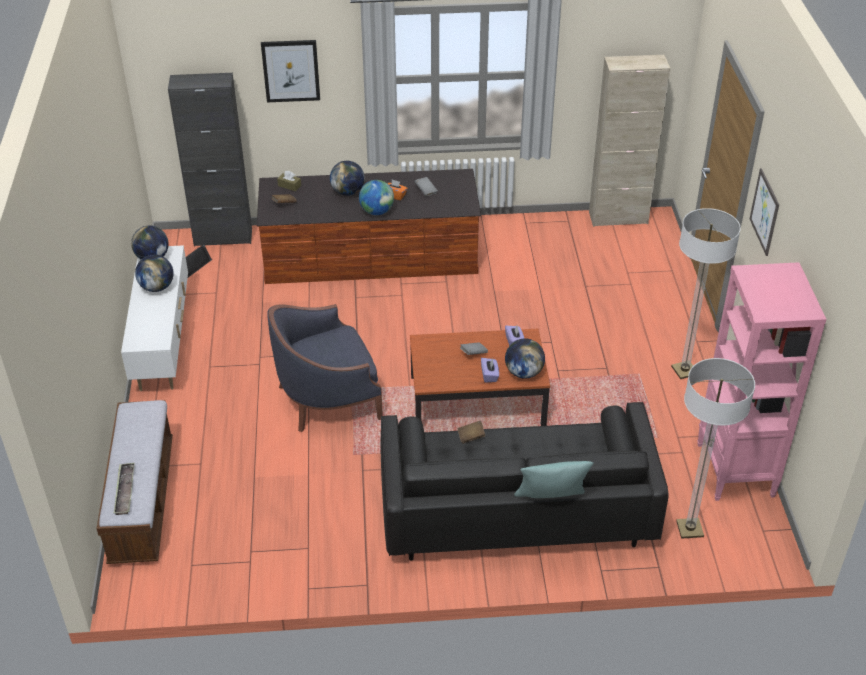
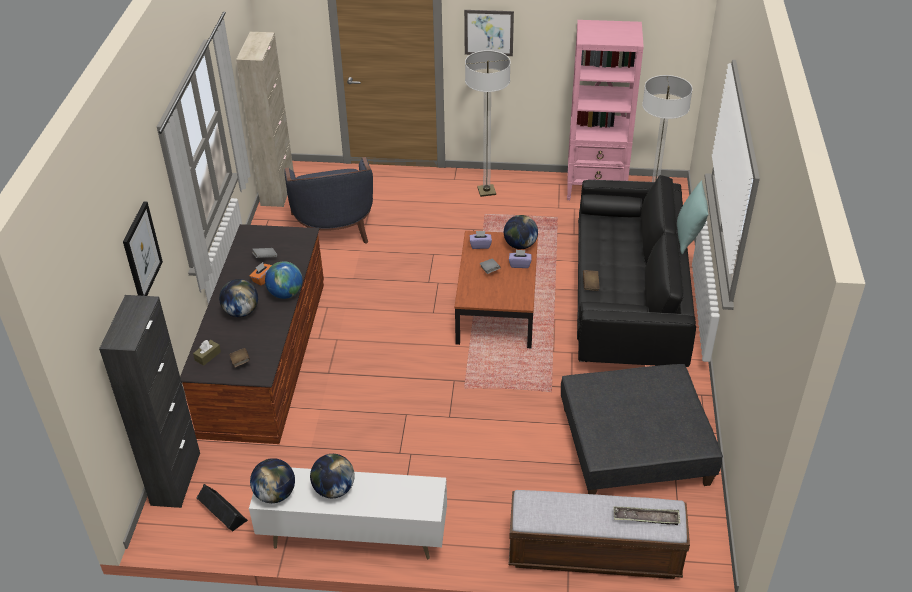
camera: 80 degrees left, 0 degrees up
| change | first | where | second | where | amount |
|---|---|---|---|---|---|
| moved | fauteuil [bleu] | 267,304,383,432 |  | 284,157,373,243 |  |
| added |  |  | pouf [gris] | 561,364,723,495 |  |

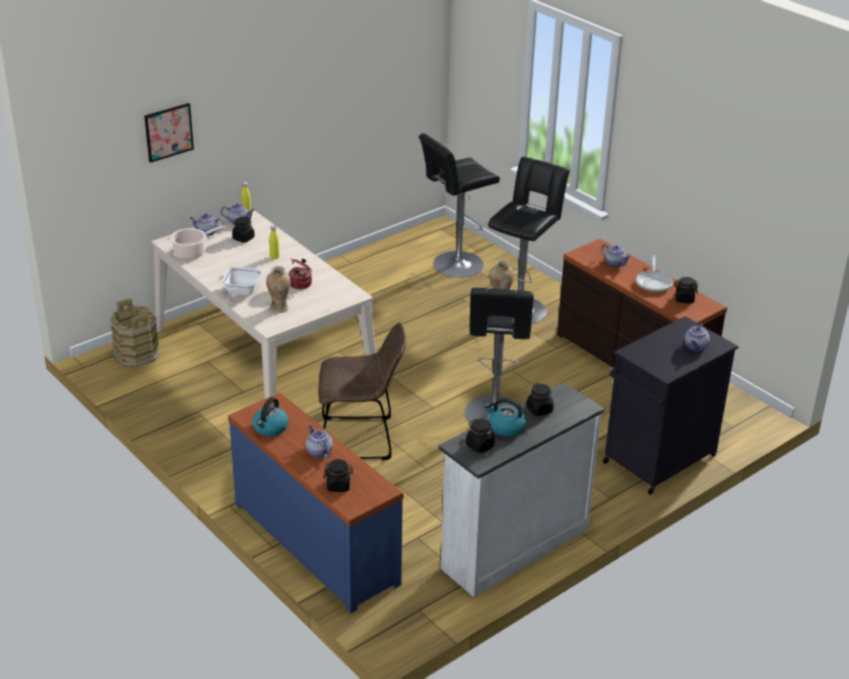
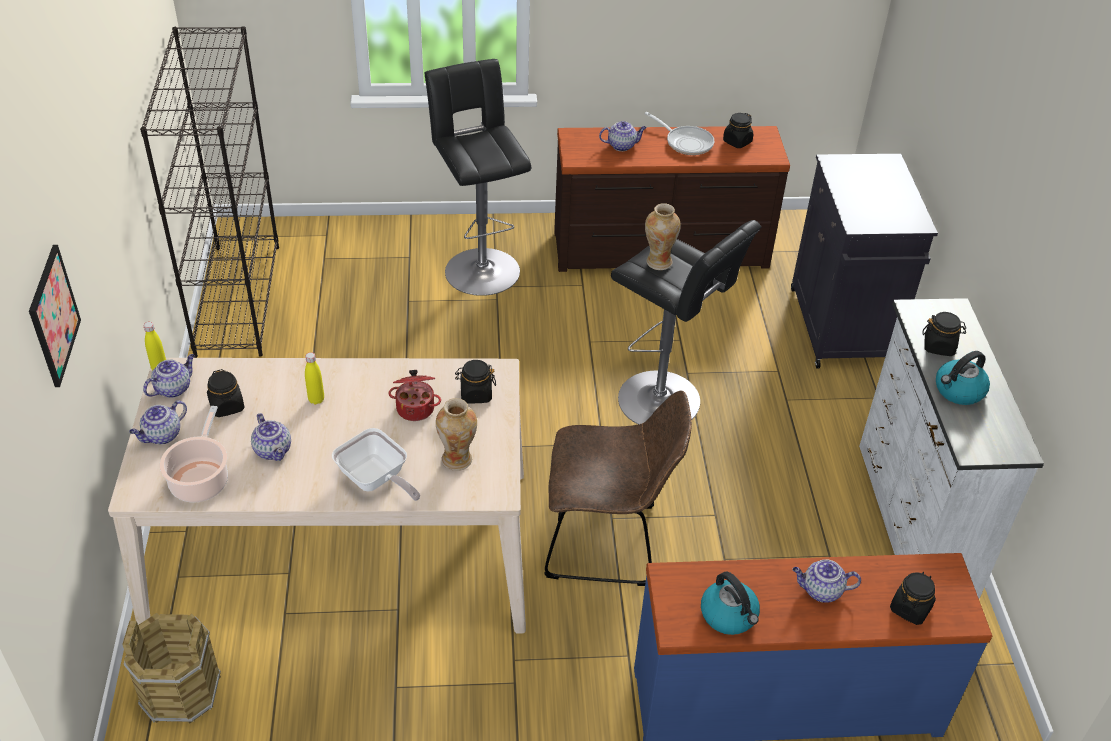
camera: 55 degrees left, 10 degrees up
| change | first | where | second | where | amount |
|---|---|---|---|---|---|
| turned | chaise [marron] | 318,323,406,460 |  | 544,390,692,586 | 60 degrees clockwise |
| removed | tabouret [noir] | 419,133,500,278 |  |  |  |
| moved | bocal [noir] | 466,419,495,453 |  | 455,360,496,403 |  |
| moved | théière | 684,323,710,351 |  | 251,413,291,461 |  |
| added |  |  | bibliothèque [noir] | 140,26,279,358 |  |

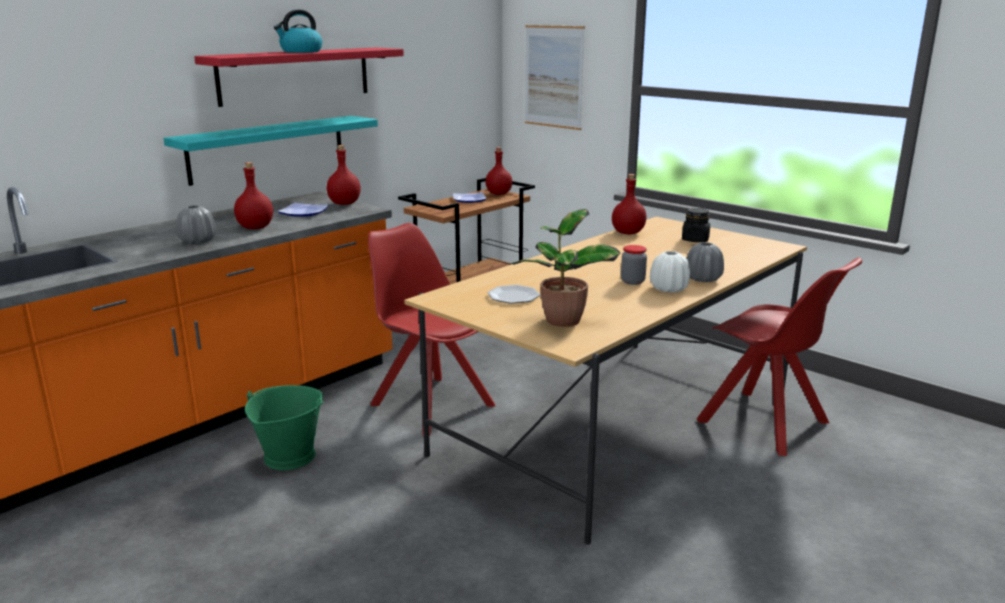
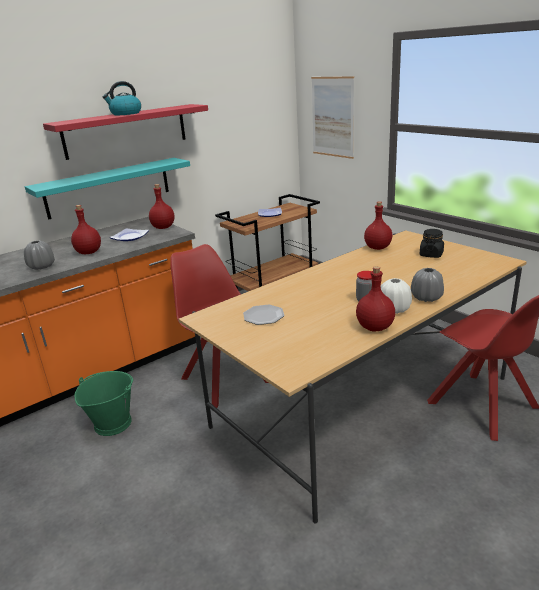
camera: 10 degrees right, 5 degrees up
| change | first | where | second | where | amount |
|---|---|---|---|---|---|
| moved | bouteille [rouge] | 485,147,512,195 |  | 356,266,395,332 |  |
| removed | plante en pot | 509,209,620,327 |  |  |  |

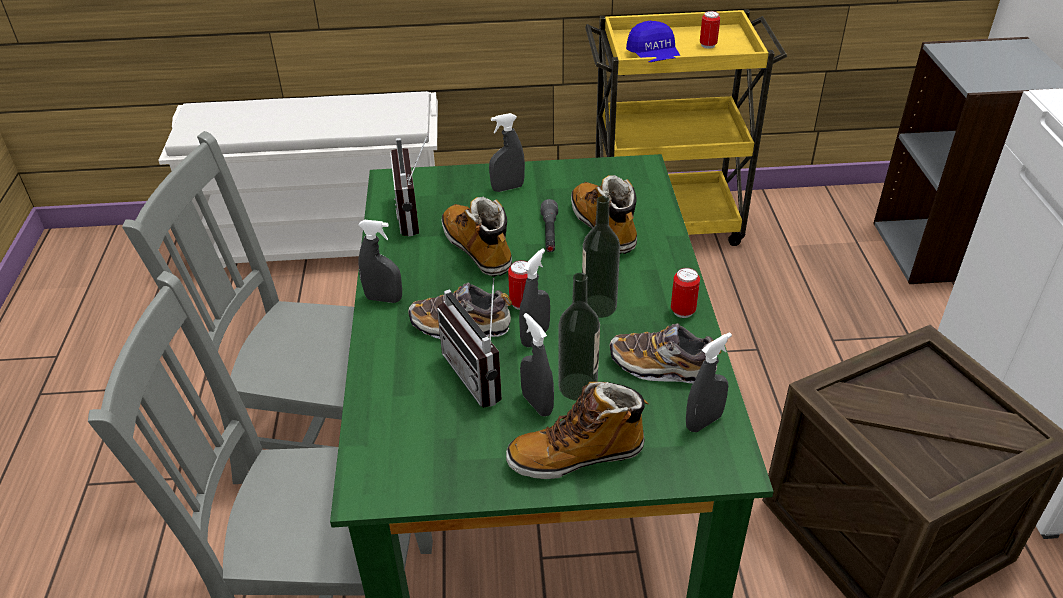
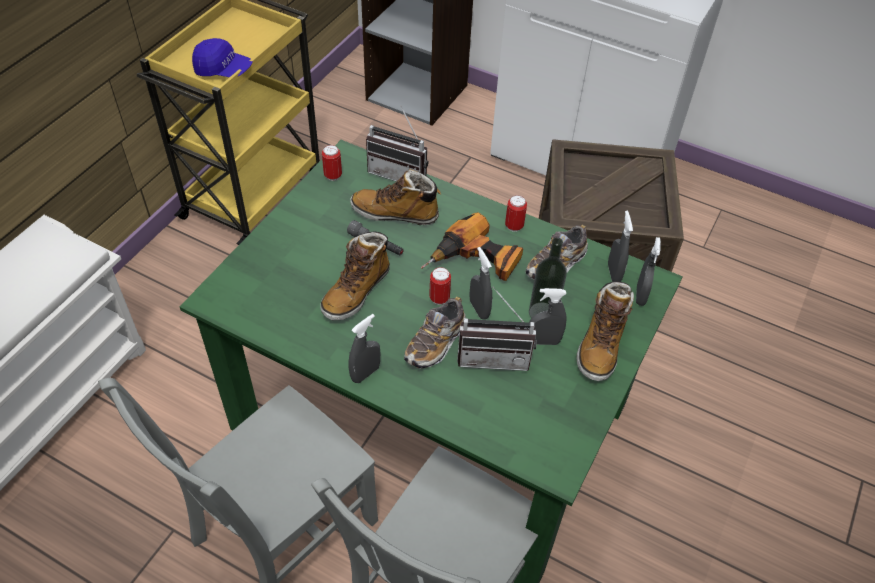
camera: 60 degrees left, 10 degrees up
| change | first | where | second | where | amount |
|---|---|---|---|---|---|
| moved | radio | 390,132,429,236 |  | 366,105,429,181 |  |
| turned | botte | 442,197,512,277 |  | 320,232,390,320 | 60 degrees counterclockwise |
| moved | vaporisateur [gris] | 489,113,525,192 |  | 636,237,661,306 |  |
| replaced | bouteille | 582,196,620,318 | perceuse | 421,212,523,281 |  |
| moved | boîte métallique | 700,11,720,49 |  | 322,145,342,181 |  |

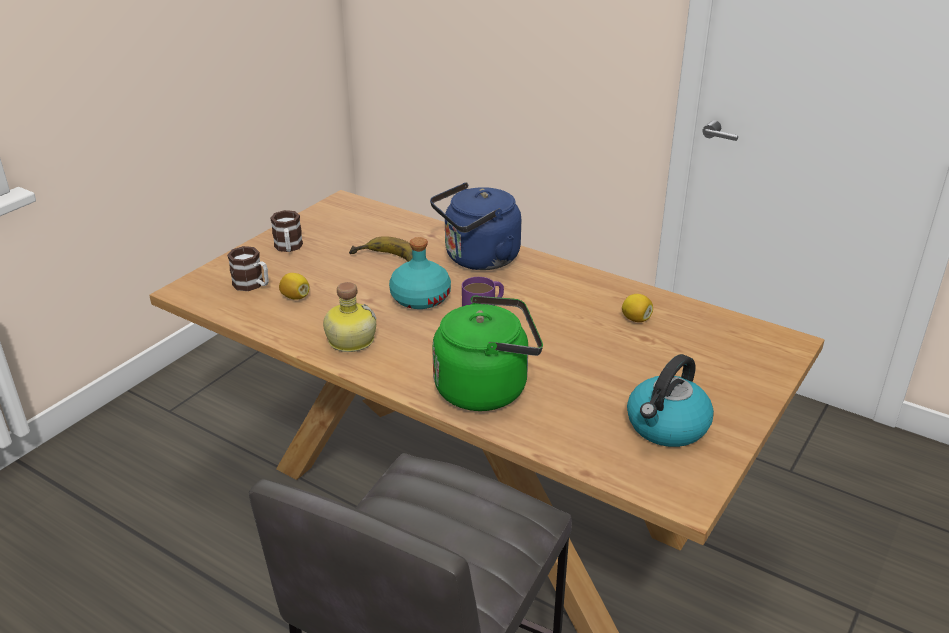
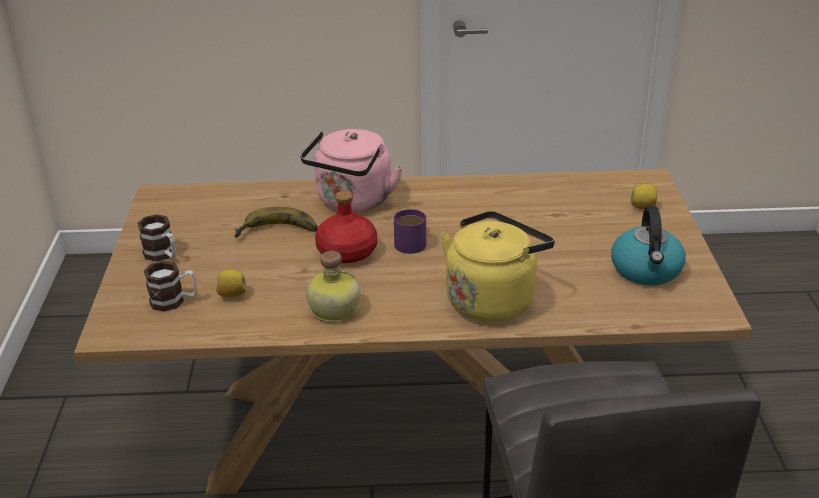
camera: 35 degrees left, 0 degrees up
| change | first | where | second | where | amount |
|---|---|---|---|---|---|
| recoloured | bouteille [turquoise] | 389,237,451,309 | bouteille [rouge] | 315,191,377,263 |  |
| recoloured | bouilloire [bleu] | 430,182,521,270 | bouilloire [rose] | 300,129,403,212 |  |
| recoloured | bouilloire [vert] | 432,295,543,411 | bouilloire [jaune] | 441,211,555,322 |  |
| moved | citron | 622,294,653,322 |  | 630,184,657,209 |  |

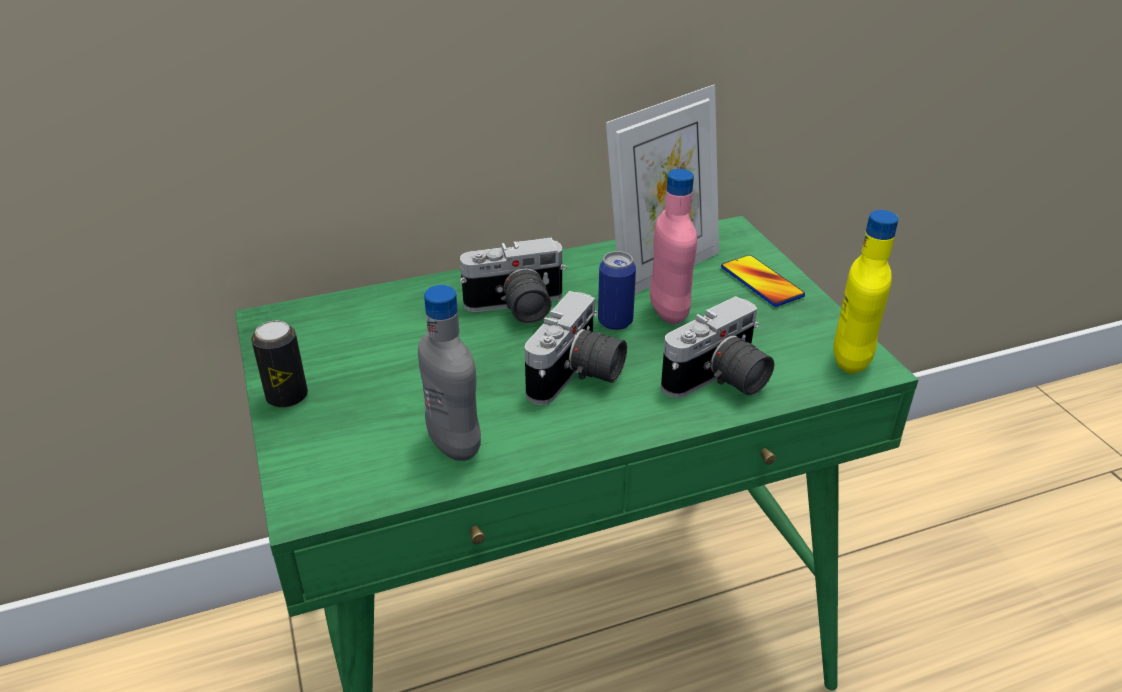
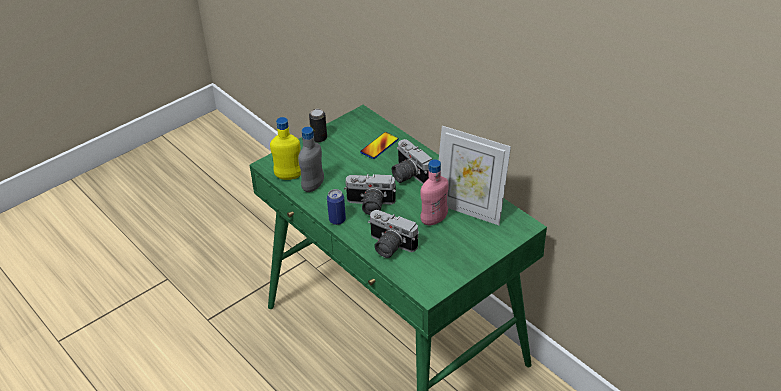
camera: 70 degrees right, 5 degrees up
| change | first | where | second | where | amount |
|---|---|---|---|---|---|
| moved | boîte métallique | 598,251,636,330 |  | 327,189,346,225 |  |
| moved | téléphone | 721,255,805,307 |  | 360,132,399,159 |  |
| moved | bouteille [jaune] | 834,210,899,374 |  | 270,117,301,180 |  |

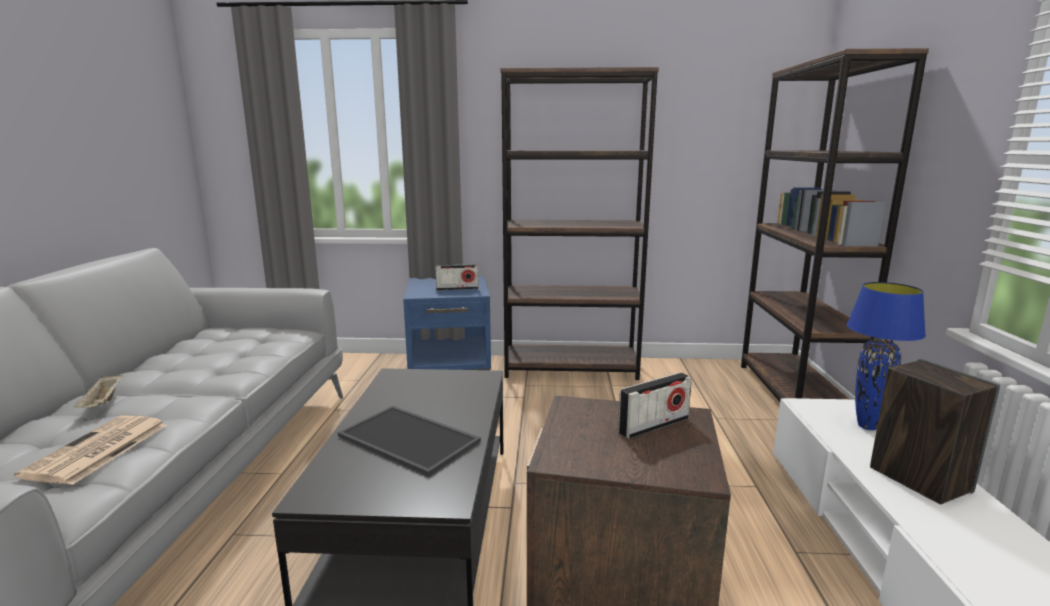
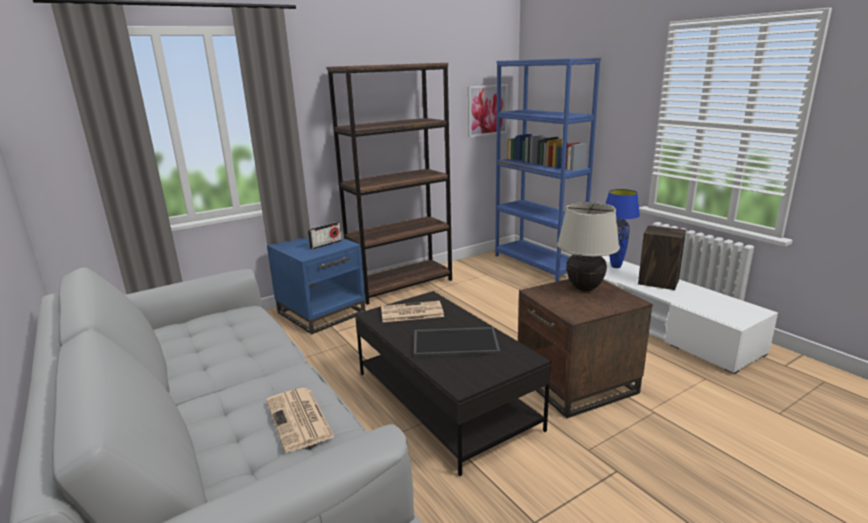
camera: 35 degrees left, 5 degrees up
| change | first | where | second | where | amount |
|---|---|---|---|---|---|
| removed | plateau [beige] | 74,375,123,408 |  |  |  |
| replaced | radio | 618,372,692,439 | lampe de table [beige] | 557,202,620,291 |  |
| recoloured | bibliothèque [marron] | 741,48,929,402 | bibliothèque [bleu] | 495,57,601,282 |  |
| added |  |  | journal | 381,301,444,322 |  |
| added |  |  | tableau | 468,84,508,137 |  |

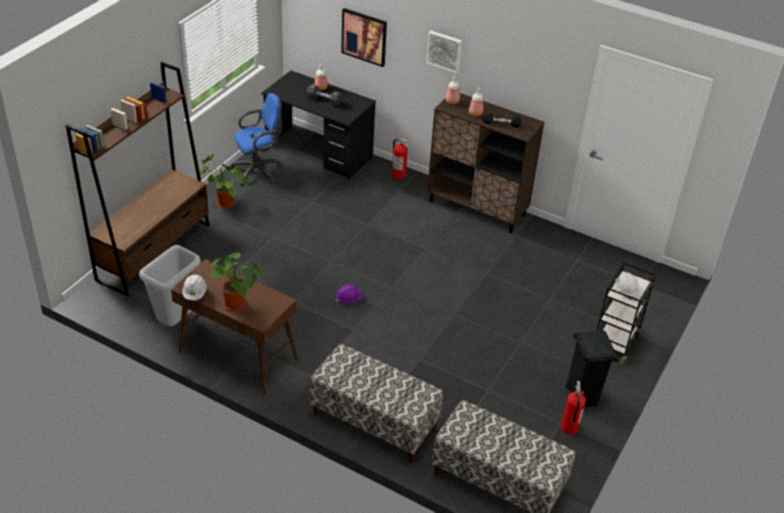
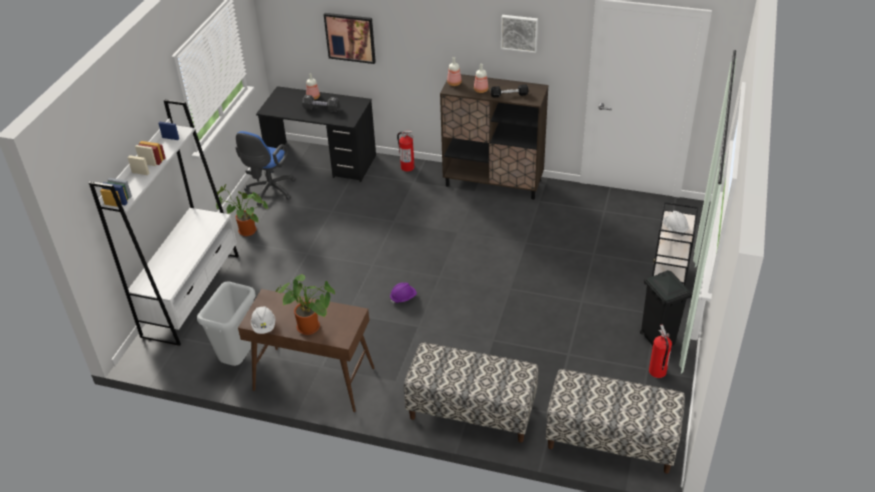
camera: 10 degrees left, 0 degrees up
| change | first | where | second | where | amount |
|---|---|---|---|---|---|
| recoloured | bibliothèque [marron] | 66,62,210,296 | bibliothèque [blanc] | 89,99,239,346 |  |
| turned | chaise de bureau [bleu] | 229,93,282,186 |  | 235,131,296,206 | 150 degrees clockwise |
| moved | tableau | 426,31,462,73 |  | 501,15,538,53 |  |

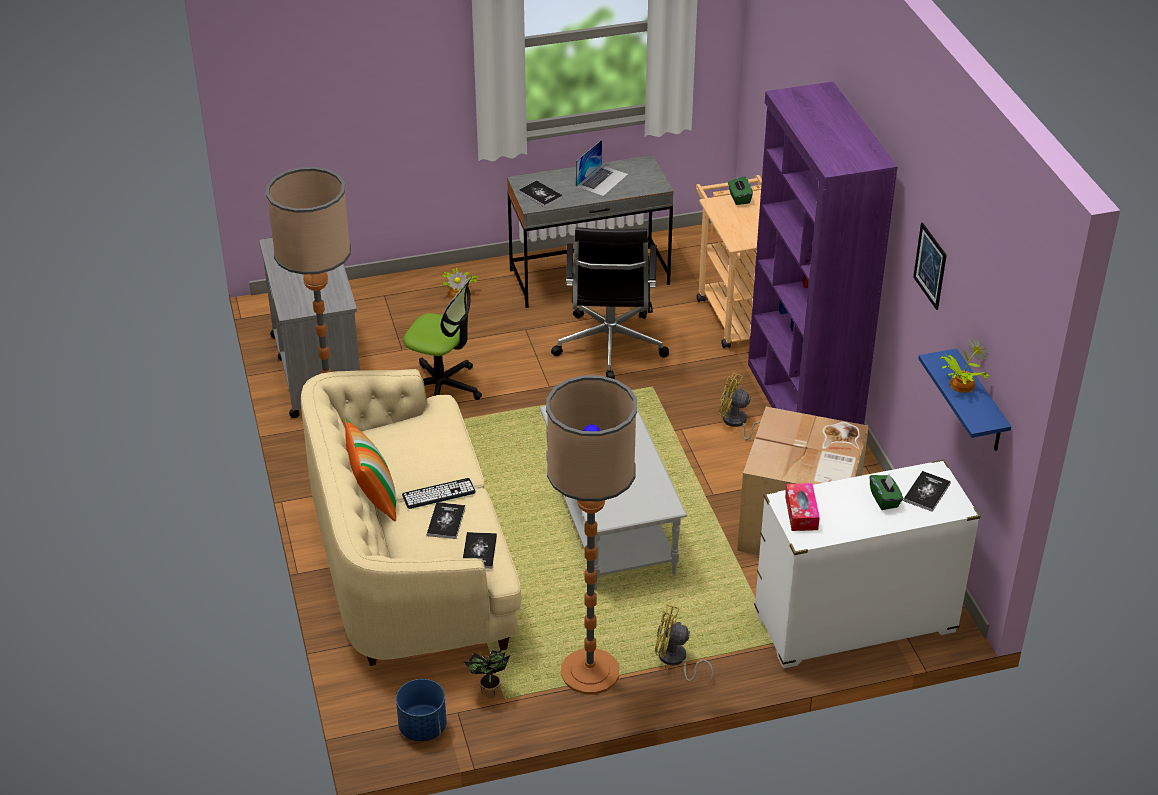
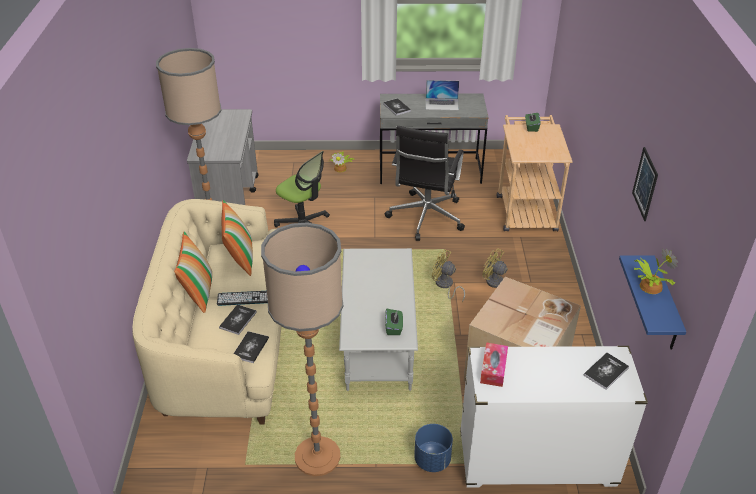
camera: 15 degrees right, 0 degrees up
| change | first | where | second | where | amount |
|---|---|---|---|---|---|
| moved | cache-pot [bleu] | 396,679,447,741 |  | 414,424,453,472 |  |
| removed | plante en pot | 463,649,510,697 |  |  |  |
| turned | ordinateur portable | 576,140,628,196 |  | 426,80,459,110 | 45 degrees clockwise |
| moved | ventilateur [jaune] | 655,605,714,683 |  | 432,249,465,302 |  |
| removed | bibliothèque [violet] | 748,82,898,425 |  |  |  |
| moved | boîte à mouchoirs [vert] | 870,474,903,510 |  | 385,309,403,335 |  |
| added |  |  | coussin | 222,200,253,276 |  |

